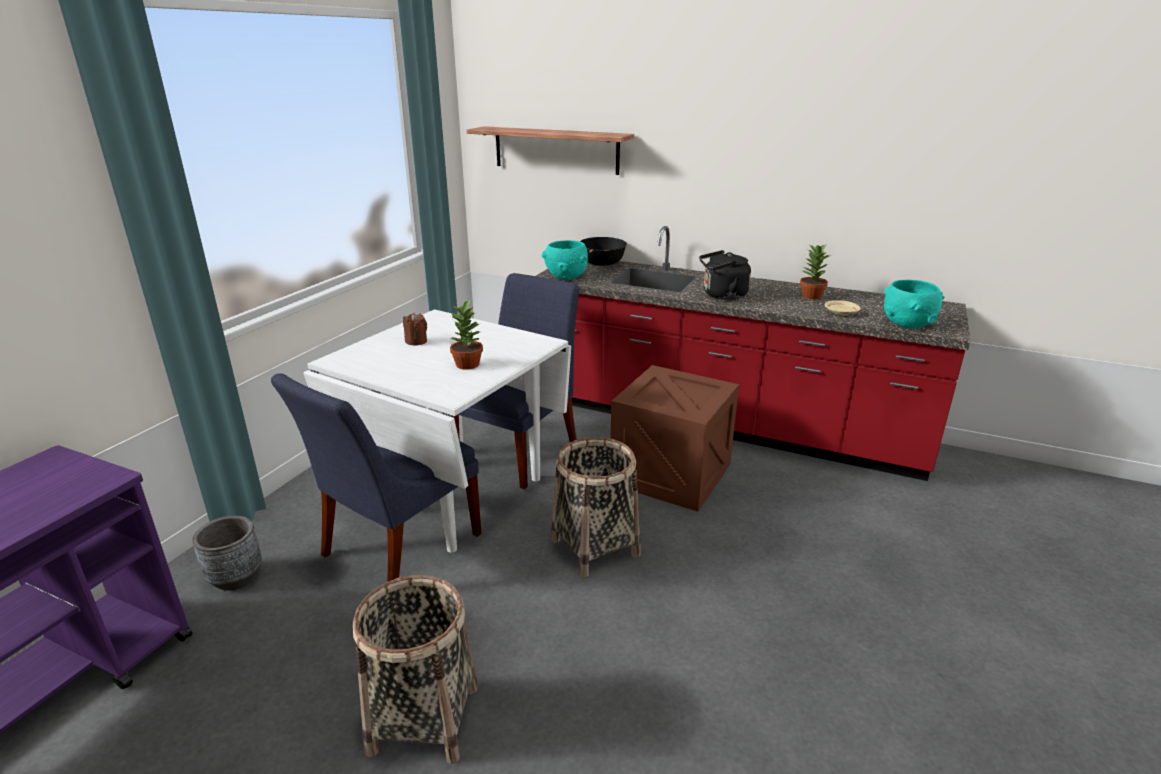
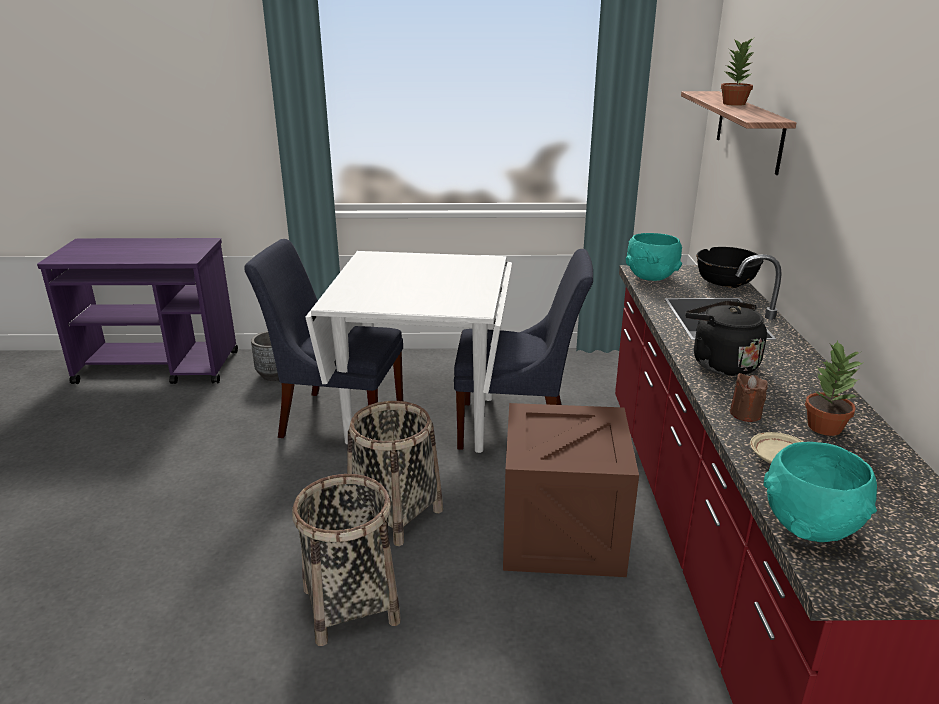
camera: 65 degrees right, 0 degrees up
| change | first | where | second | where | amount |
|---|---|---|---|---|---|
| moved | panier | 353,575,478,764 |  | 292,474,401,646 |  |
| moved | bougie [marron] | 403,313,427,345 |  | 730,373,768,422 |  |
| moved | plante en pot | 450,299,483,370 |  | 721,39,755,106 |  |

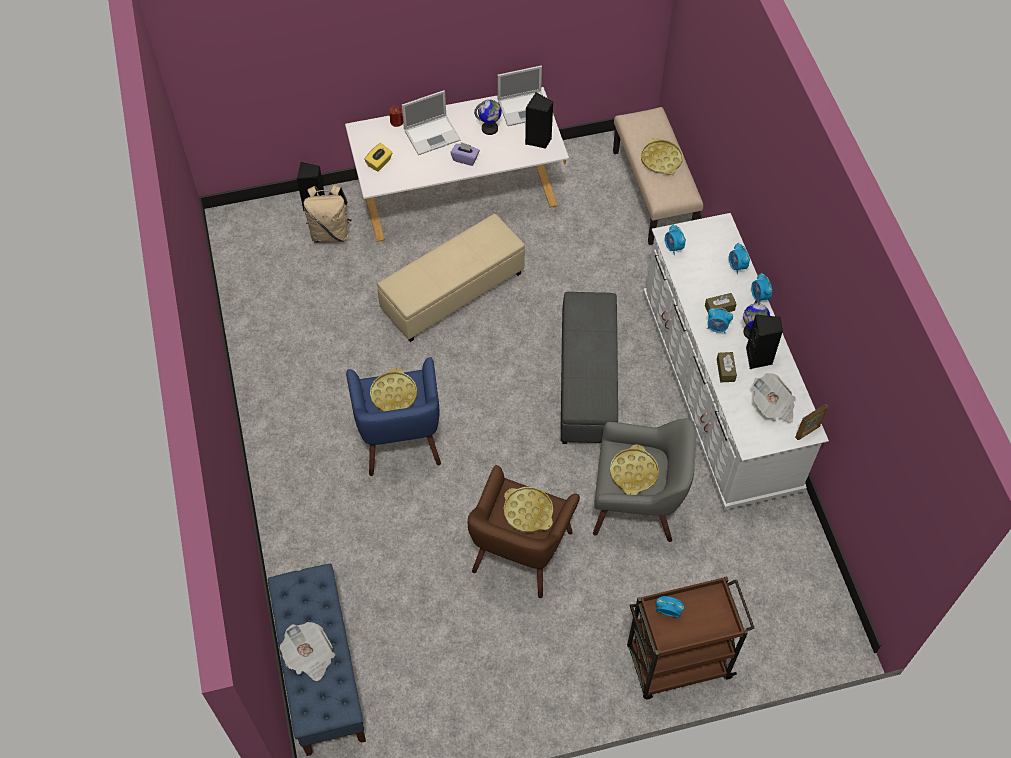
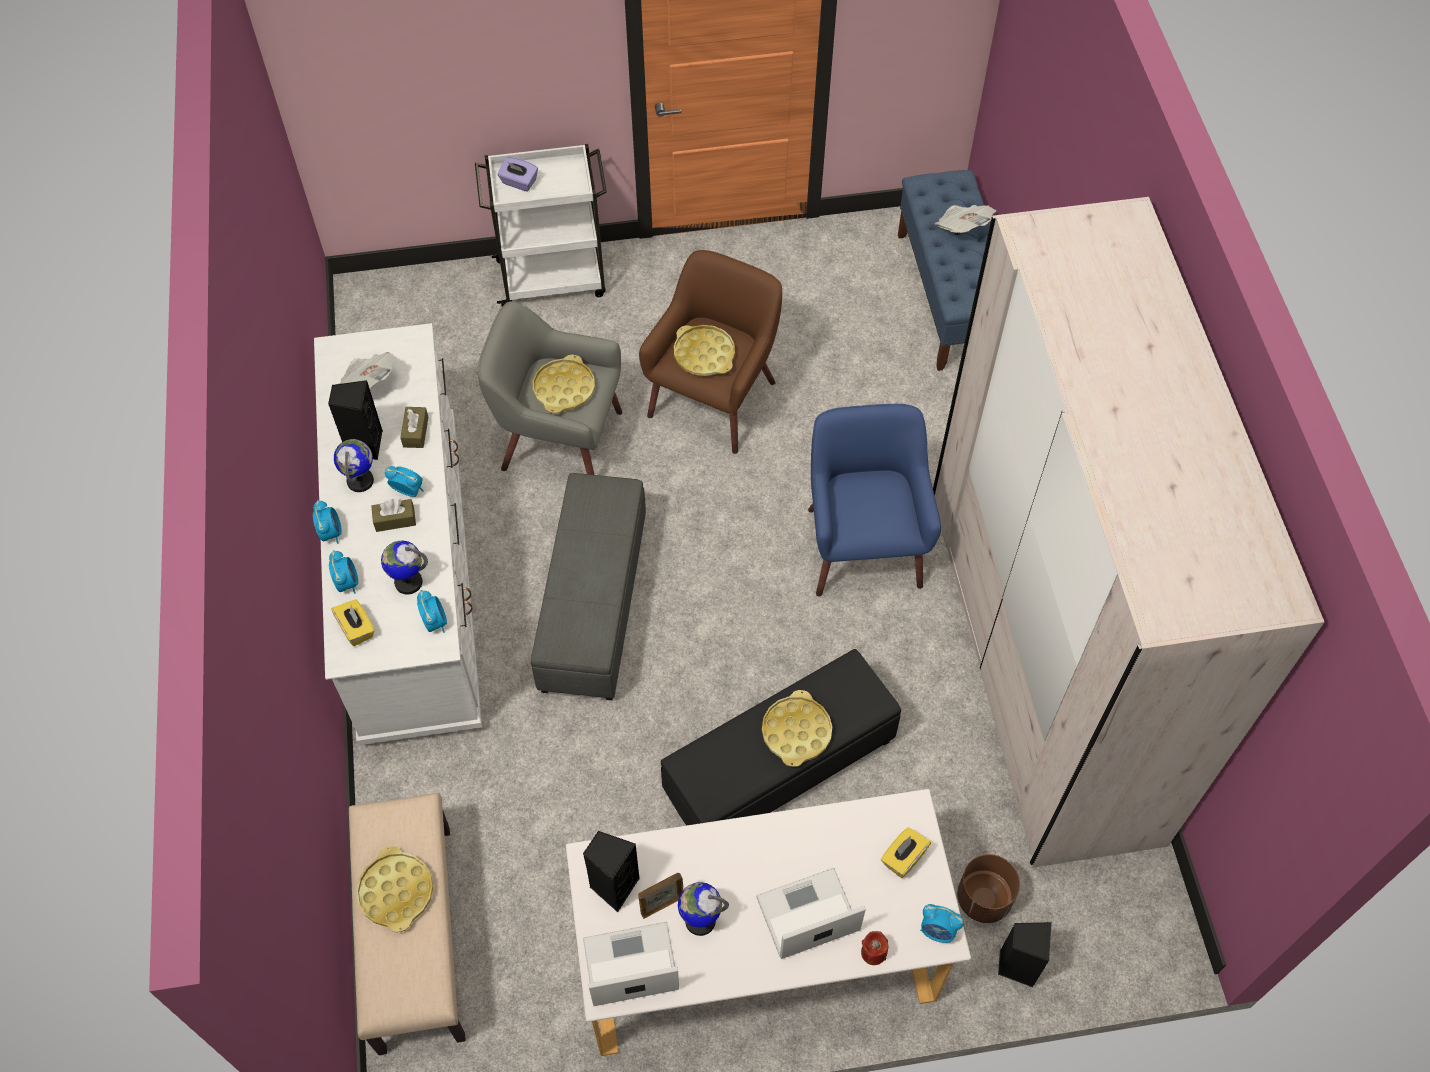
camera: 175 degrees left, 0 degrees up
| change | first | where | second | where | amount |
|---|---|---|---|---|---|
| replaced | sac à dos [beige] | 303,185,352,243 | cache-pot [marron] | 957,854,1020,923 |  |
| moved | plateau [jaune] | 370,368,417,412 |  | 762,690,832,767 |  |
| recoloured | pouf [beige] | 377,214,525,342 | pouf [noir] | 661,649,901,826 |  |
| moved | boîte à mouchoirs [violet] | 450,142,480,166 |  | 497,157,538,191 |  |
| recoloured | chariot [marron] | 627,576,754,700 | chariot [blanc] | 475,144,607,306 |  |
| moved | réveil | 656,596,684,617 |  | 920,904,964,943 |  |
| moved | cadre photo | 795,404,828,440 |  | 638,873,683,919 |  |
| added |  |  | boîte à mouchoirs [jaune] | 331,599,374,646 |  |
| added |  |  | globe | 381,541,428,595 |  |
| added |  |  | armoire [beige] | 933,197,1324,868 |  |

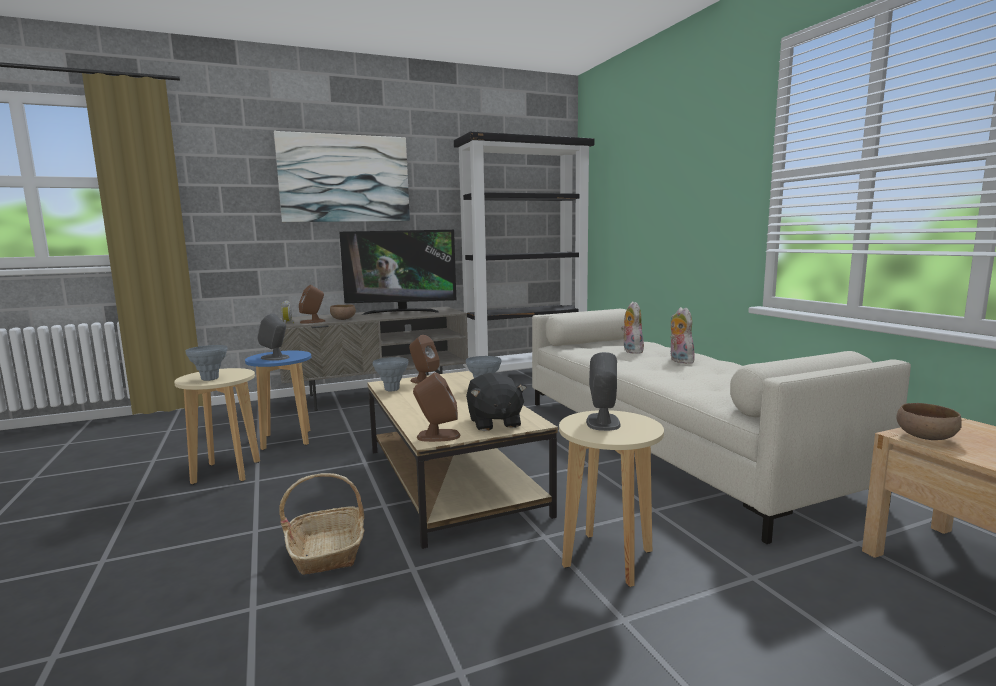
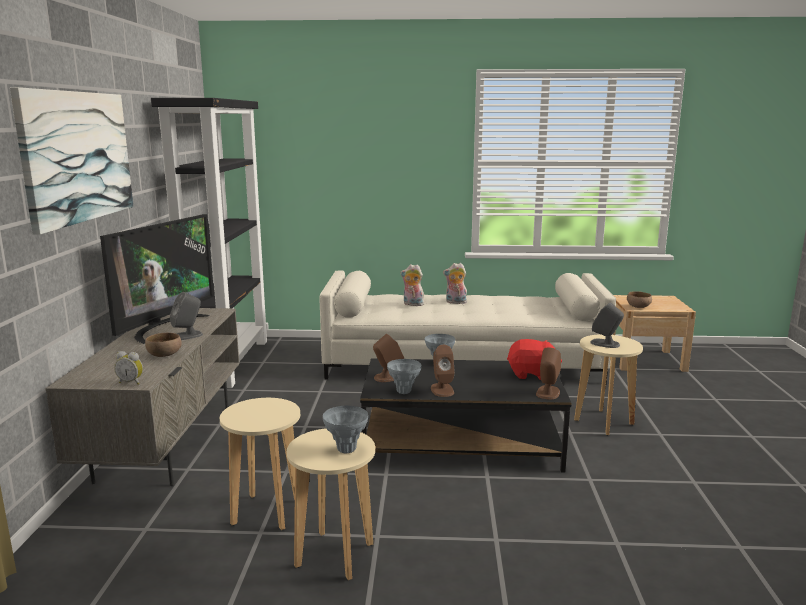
camera: 65 degrees left, 5 degrees up
| change | first | where | second | where | amount |
|---|---|---|---|---|---|
| recoloured | tabouret [bleu] | 245,350,311,450 | tabouret [beige] | 220,398,300,530 |  |
| moved | enceinte [gris] | 257,314,290,361 |  | 170,292,203,340 |  |
| removed | panier | 279,473,364,575 |  |  |  |
| moved | enceinte [marron] | 299,285,325,324 |  | 431,345,455,397 |  |
| recoloured | table basse [beige] | 367,371,558,549 | table basse [noir] | 360,359,571,472 |  |
| recoloured | peluche [noir] | 466,373,527,431 | peluche [rouge] | 507,339,562,380 |  |

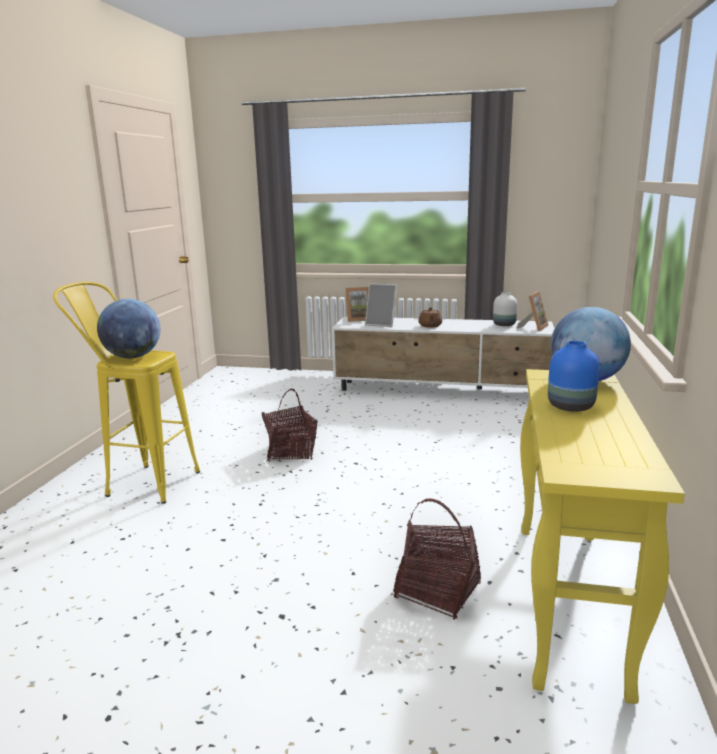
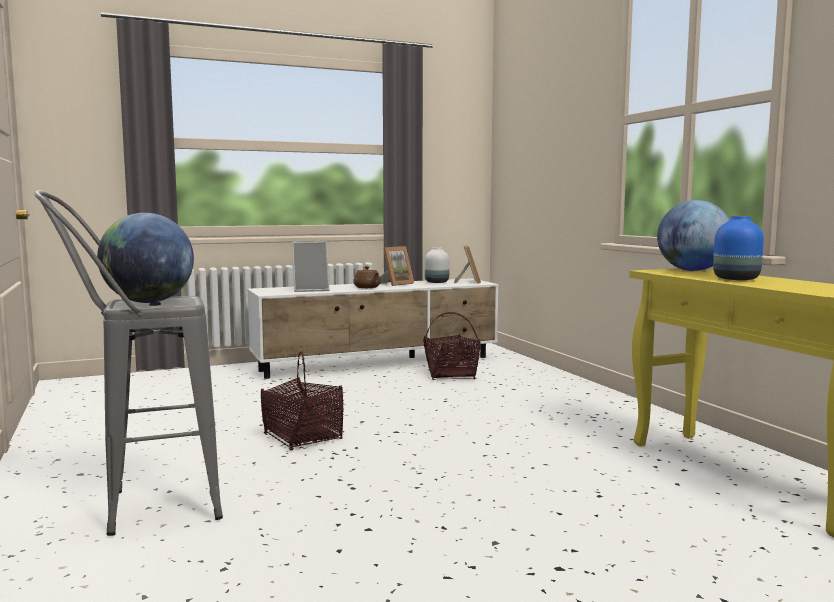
camera: 35 degrees left, 10 degrees down
| change | first | where | second | where | amount |
|---|---|---|---|---|---|
| recoloured | tabouret [jaune] | 53,282,200,504 | tabouret [gris] | 34,190,223,536 |  |
| moved | cadre photo | 346,287,369,322 |  | 380,246,414,286 |  |
| moved | panier | 393,499,481,620 |  | 423,312,481,380 |  |

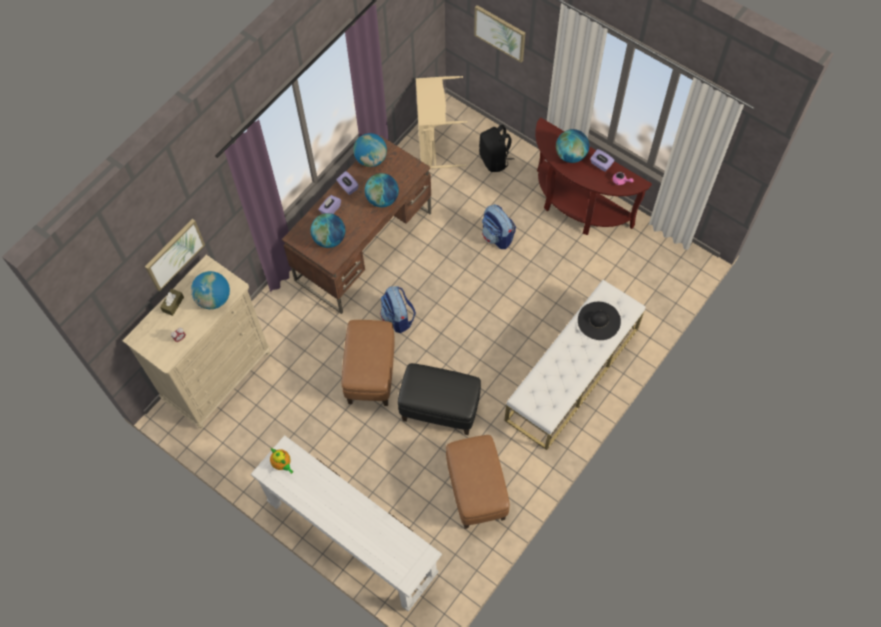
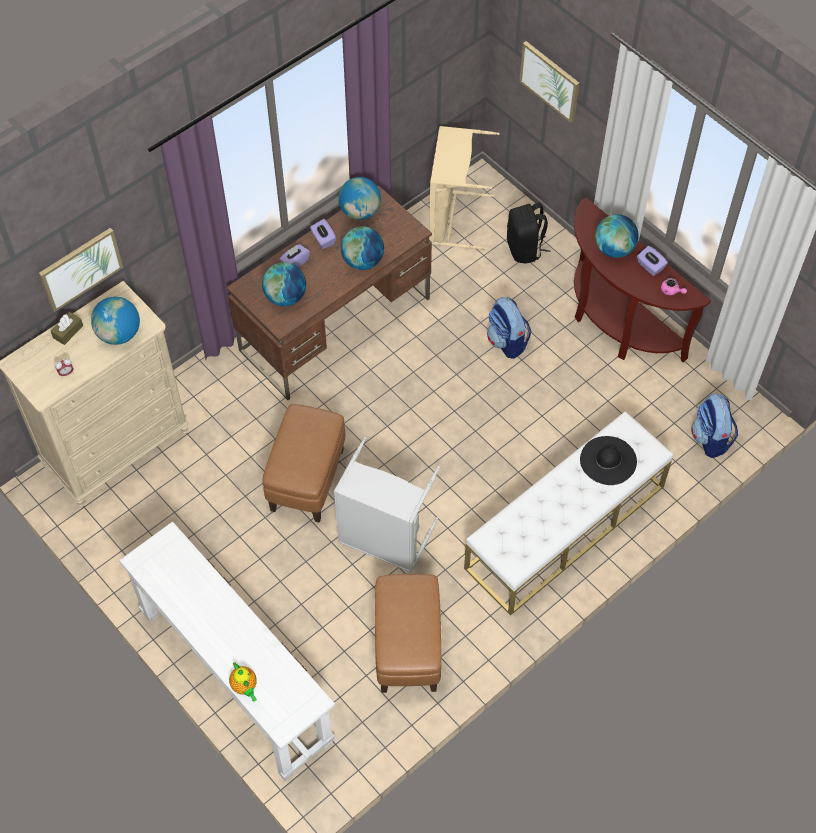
camera: 10 degrees right, 5 degrees down
| change | first | where | second | where | amount |
|---|---|---|---|---|---|
| moved | théière | 270,448,293,474 |  | 229,662,257,702 |  |
| moved | sac à dos | 380,286,416,333 |  | 691,393,738,458 |  |
| replaced | pouf [noir] | 398,363,481,435 | panier à linge [gris] | 334,437,440,573 |  |

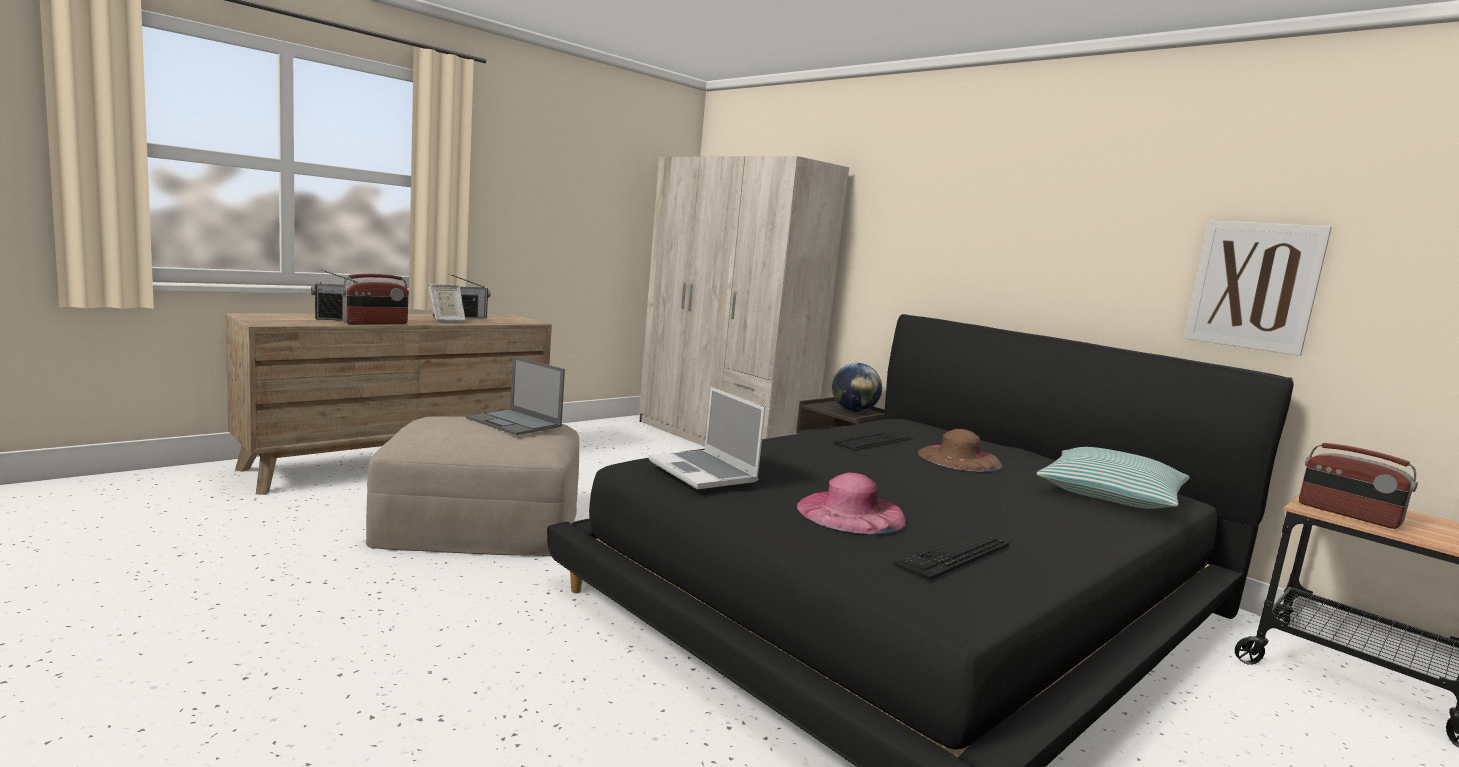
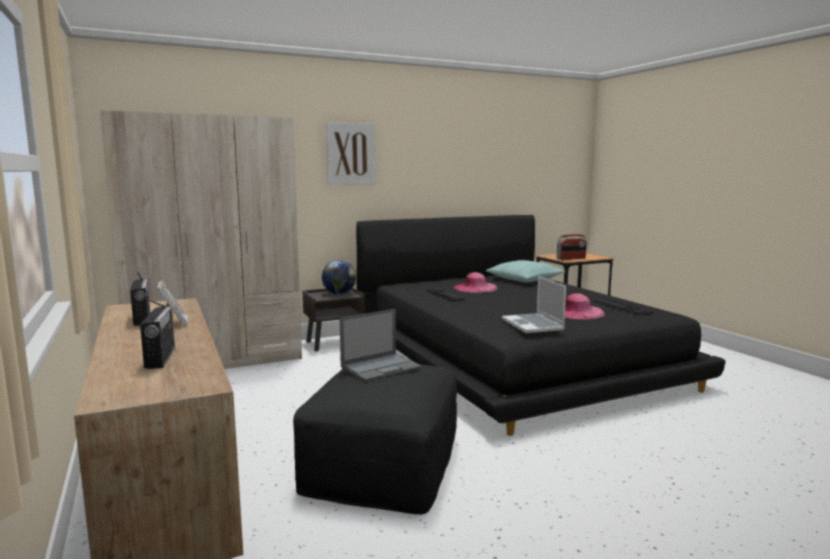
camera: 70 degrees left, 0 degrees up
| change | first | where | second | where | amount |
|---|---|---|---|---|---|
| removed | radio | 341,274,409,324 |  |  |  |
| recoloured | pouf [beige] | 366,416,579,556 | pouf [noir] | 293,364,457,515 |  |
| turned | ordinateur portable | 649,387,765,489 |  | 502,276,566,333 | 90 degrees clockwise |
| recoloured | chapeau [marron] | 918,429,1003,472 | chapeau [rose] | 454,272,498,293 |  |
| moved | tableau | 1184,220,1332,356 |  | 326,122,375,185 |  |

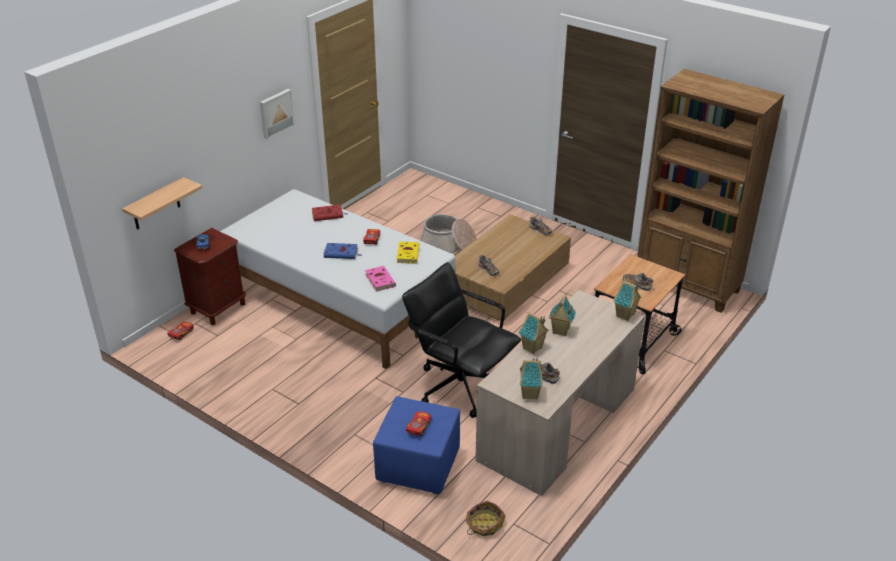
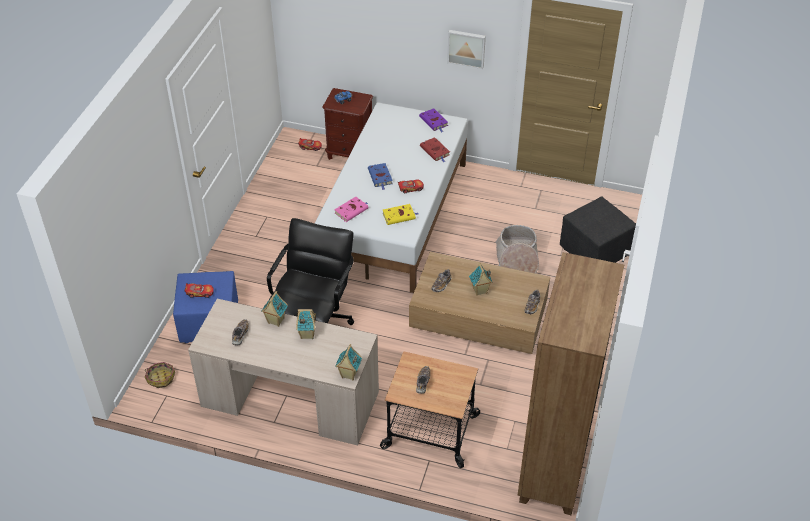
camera: 70 degrees right, 10 degrees up
| change | first | where | second | where | amount |
|---|---|---|---|---|---|
| removed | étagère | 122,177,202,230 |  |  |  |
| moved | maison miniature | 520,358,543,400 |  | 469,263,493,296 |  |
| added |  |  | livre [violet] | 419,109,448,132 |  |
| added |  |  | pouf [noir] | 560,196,636,263 |  |

